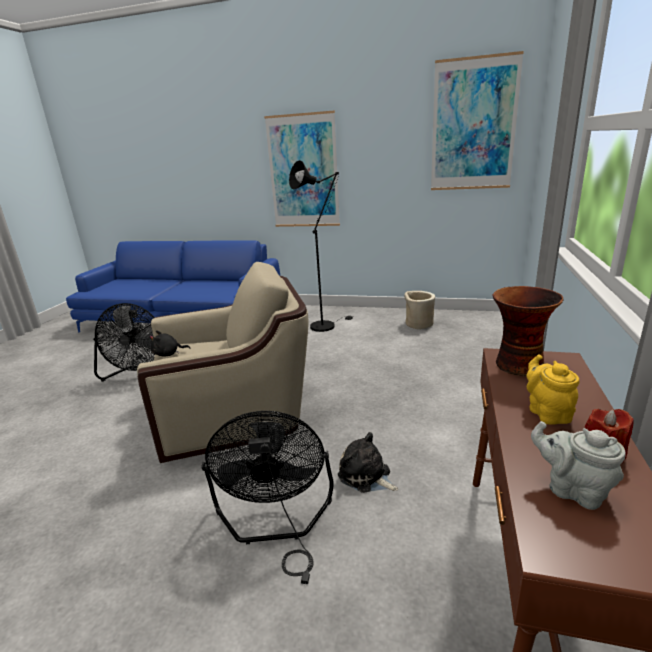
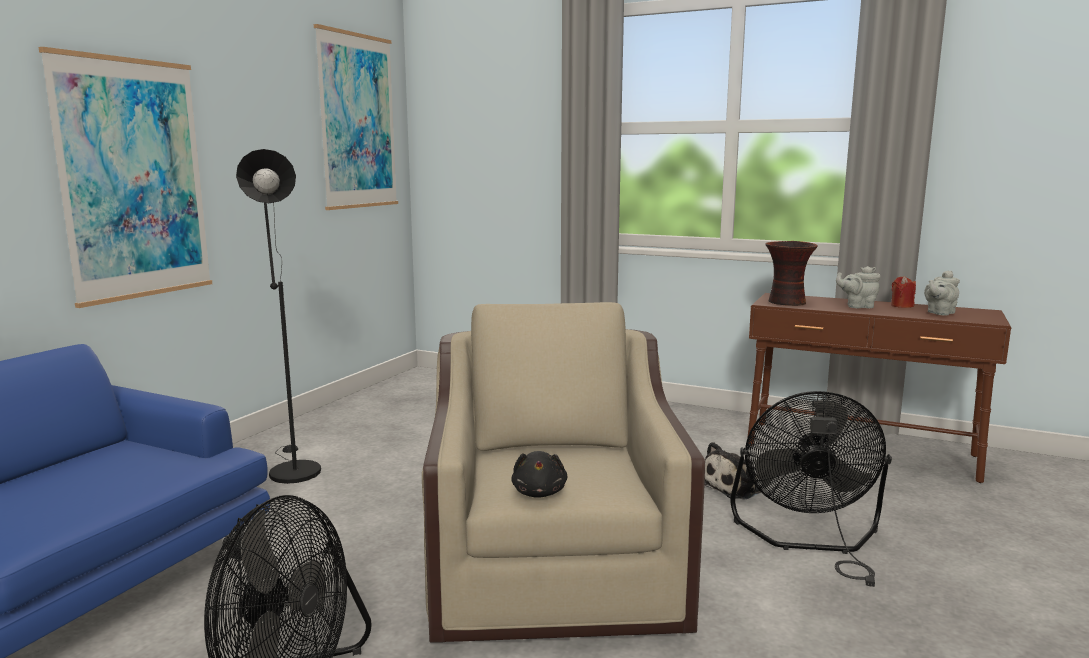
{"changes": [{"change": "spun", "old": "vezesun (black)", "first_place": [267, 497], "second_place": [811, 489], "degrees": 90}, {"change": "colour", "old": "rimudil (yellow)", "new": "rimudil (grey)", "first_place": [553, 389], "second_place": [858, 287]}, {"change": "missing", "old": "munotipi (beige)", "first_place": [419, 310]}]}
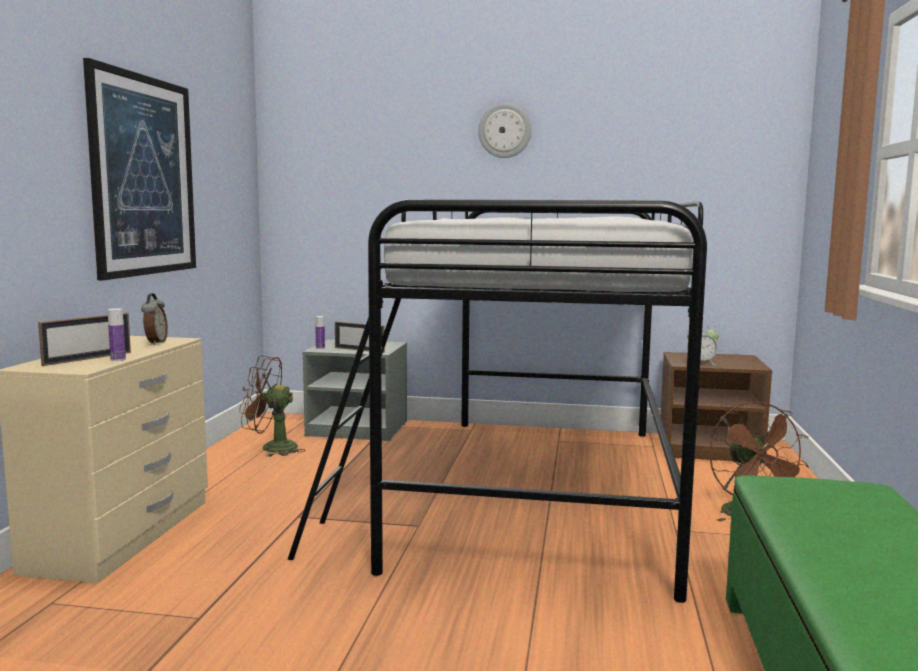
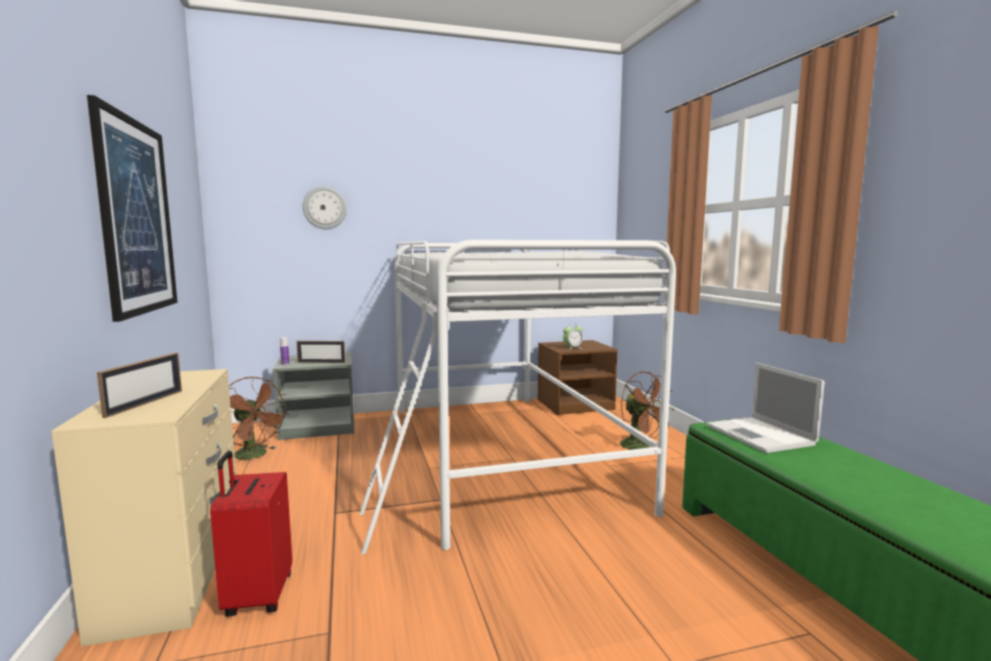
{"changes": [{"change": "appeared", "new": "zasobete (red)", "second_place": [251, 534]}, {"change": "spun", "old": "vezesun (brown)", "first_place": [272, 406], "second_place": [259, 420], "degrees": -120}, {"change": "relocated", "old": "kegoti", "first_place": [505, 130], "second_place": [325, 207]}, {"change": "colour", "old": "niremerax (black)", "new": "niremerax (white)", "first_place": [497, 401], "second_place": [517, 397]}, {"change": "appeared", "new": "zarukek", "second_place": [765, 408]}, {"change": "missing", "old": "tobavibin", "first_place": [117, 334]}, {"change": "missing", "old": "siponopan", "first_place": [154, 319]}]}
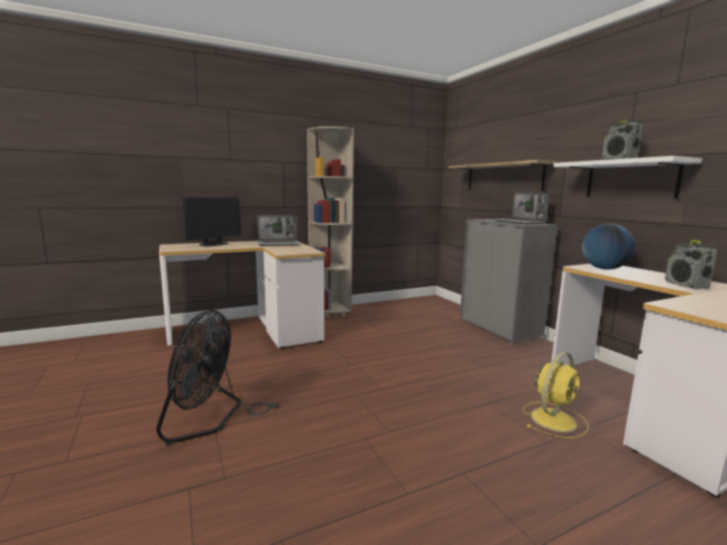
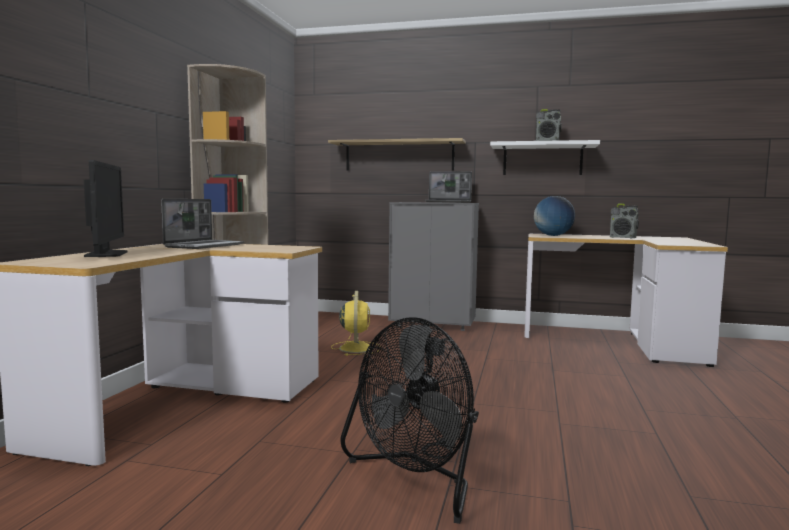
{"changes": [{"change": "relocated", "old": "vezesun (yellow)", "first_place": [556, 395], "second_place": [356, 323]}]}
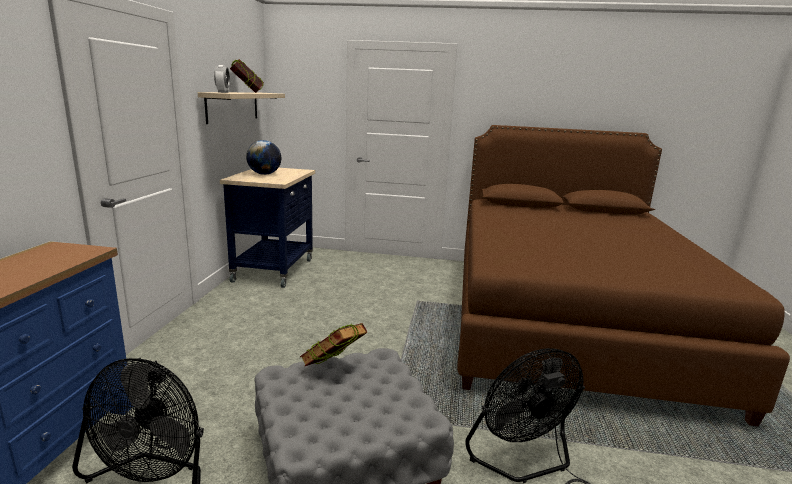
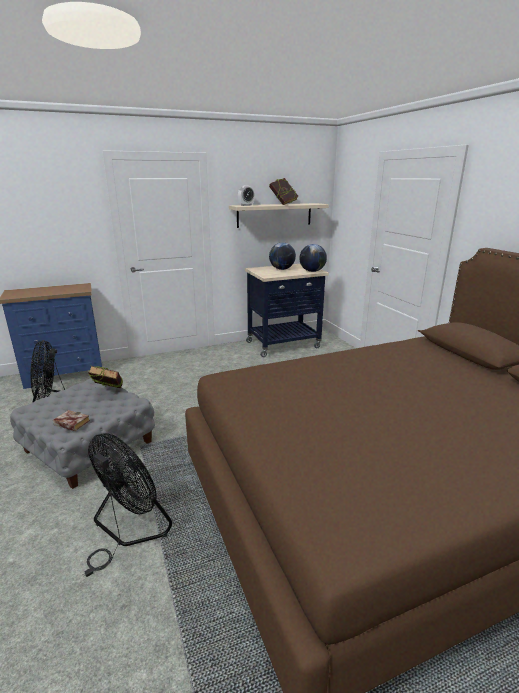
{"changes": [{"change": "appeared", "new": "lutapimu", "second_place": [71, 420]}, {"change": "appeared", "new": "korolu", "second_place": [313, 258]}]}
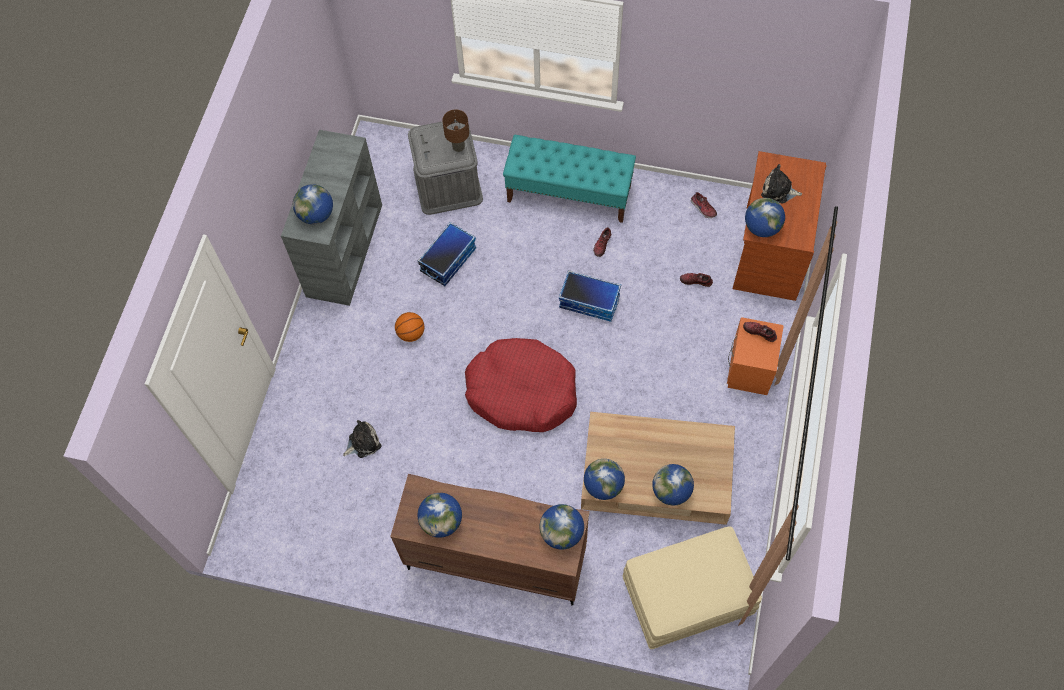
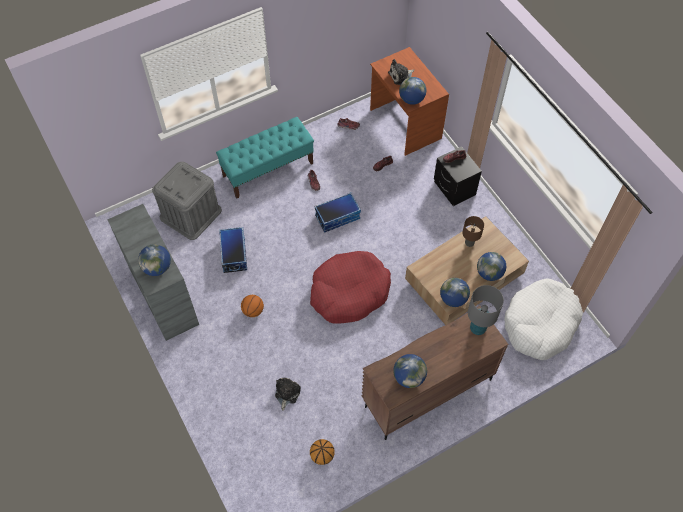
{"changes": [{"change": "appeared", "new": "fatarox", "second_place": [322, 452]}, {"change": "colour", "old": "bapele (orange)", "new": "bapele (black)", "first_place": [755, 356], "second_place": [458, 176]}, {"change": "relocated", "old": "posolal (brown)", "first_place": [455, 130], "second_place": [473, 231]}, {"change": "exchanged", "old": "korolu", "new": "posolal (grey)", "first_place": [562, 527], "second_place": [486, 310]}, {"change": "exchanged", "old": "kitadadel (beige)", "new": "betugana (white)", "first_place": [692, 587], "second_place": [543, 319]}]}
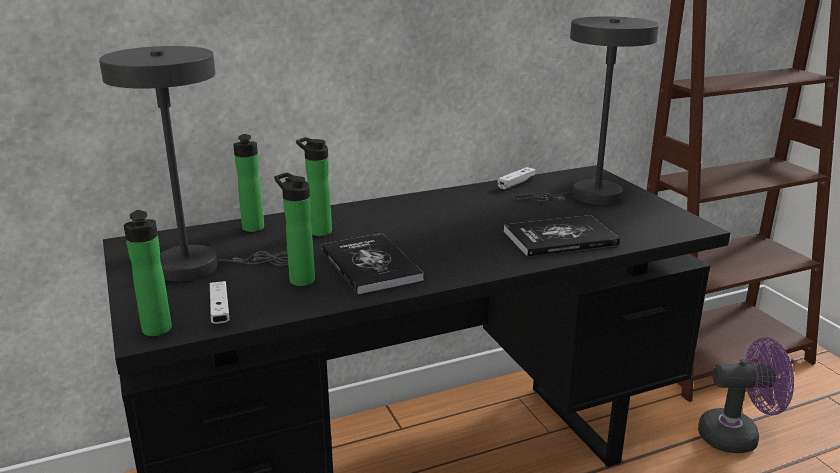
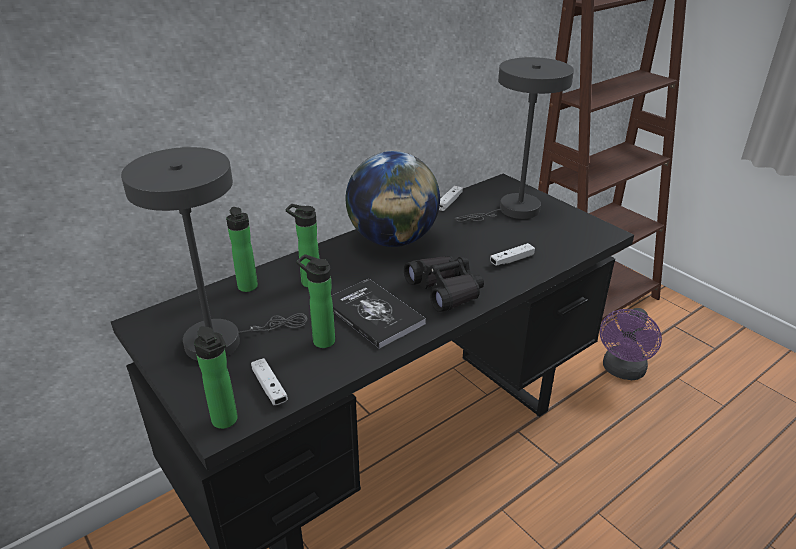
{"changes": [{"change": "appeared", "new": "korolu", "second_place": [393, 199]}, {"change": "appeared", "new": "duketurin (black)", "second_place": [444, 284]}, {"change": "exchanged", "old": "lutapimu", "new": "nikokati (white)", "first_place": [562, 236], "second_place": [512, 254]}, {"change": "spun", "old": "vezesun (purple)", "first_place": [746, 395], "second_place": [631, 344], "degrees": 135}]}
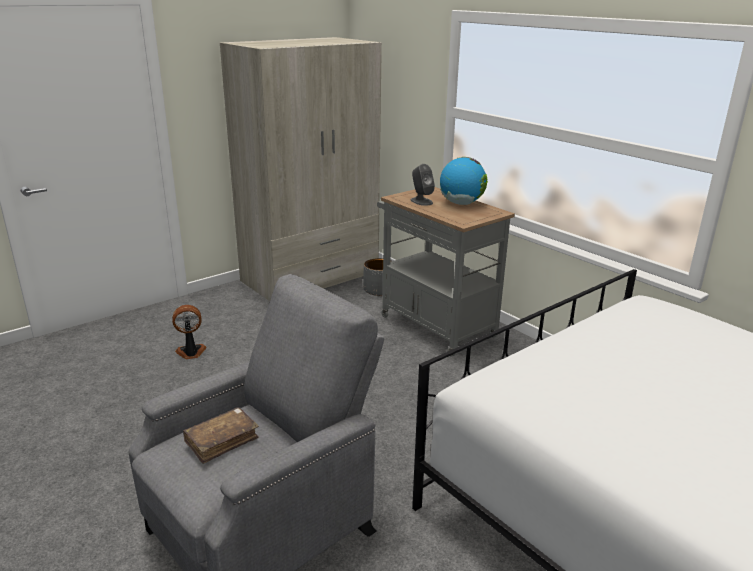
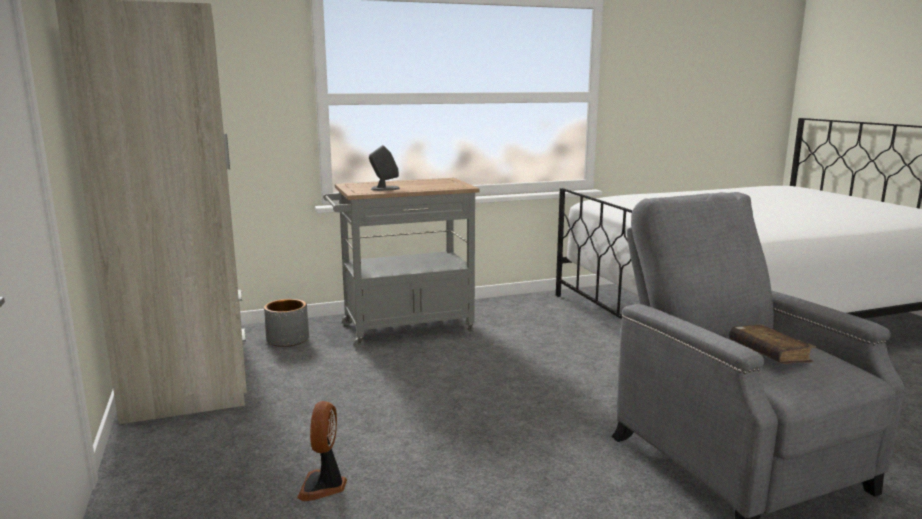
{"changes": [{"change": "missing", "old": "korolu", "first_place": [464, 181]}]}
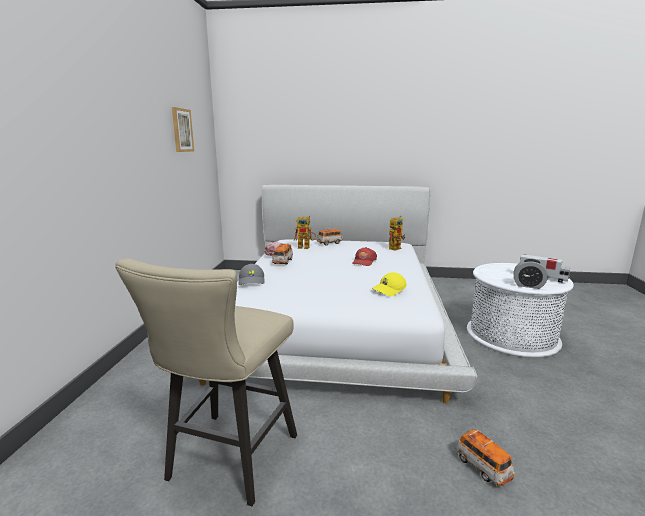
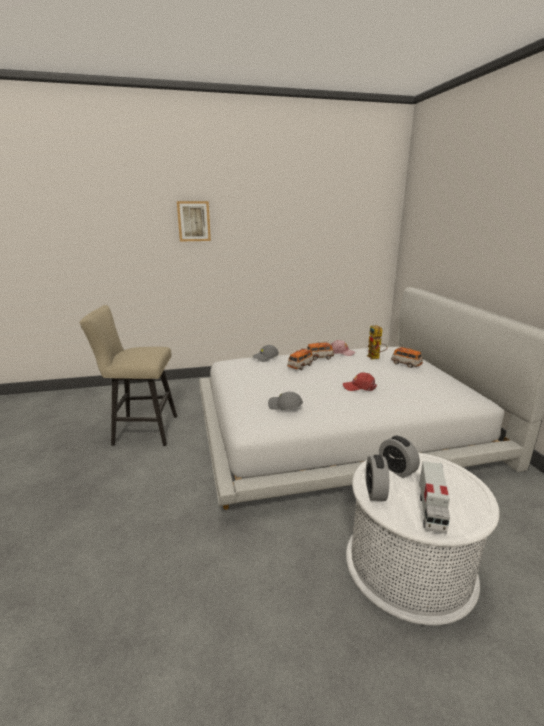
{"changes": [{"change": "relocated", "old": "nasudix", "first_place": [183, 129], "second_place": [194, 221]}, {"change": "colour", "old": "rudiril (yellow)", "new": "rudiril (grey)", "first_place": [389, 284], "second_place": [285, 401]}, {"change": "relocated", "old": "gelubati", "first_place": [485, 457], "second_place": [300, 359]}, {"change": "appeared", "new": "siponopan", "second_place": [399, 456]}, {"change": "missing", "old": "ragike", "first_place": [397, 233]}]}
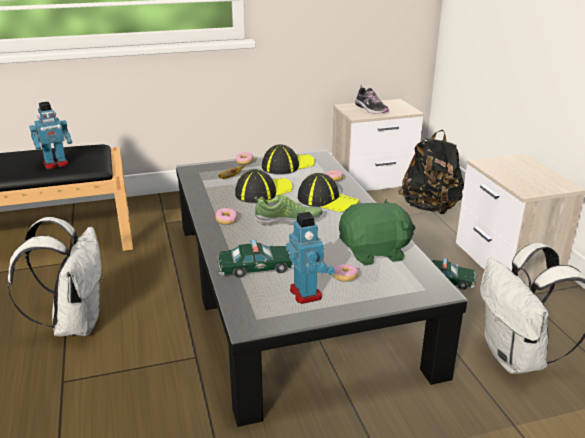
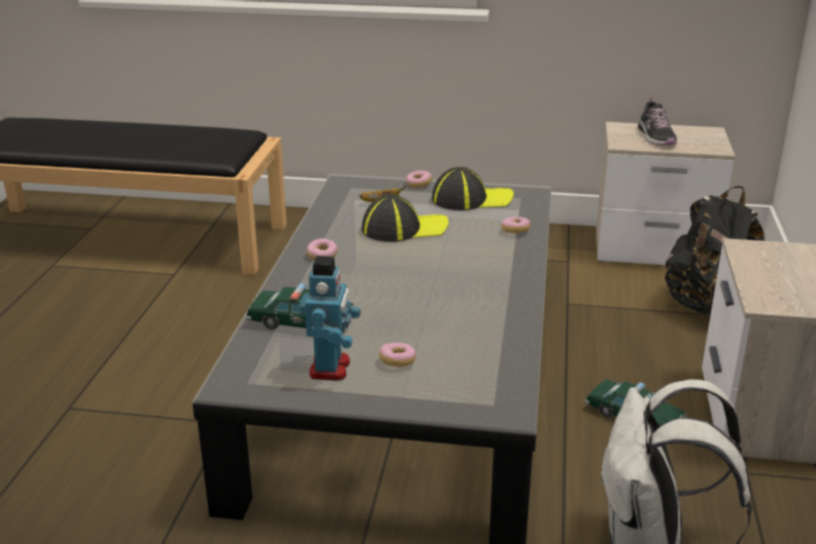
{"changes": [{"change": "missing", "old": "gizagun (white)", "first_place": [55, 276]}, {"change": "missing", "old": "ragike", "first_place": [50, 135]}, {"change": "missing", "old": "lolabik", "first_place": [288, 210]}, {"change": "missing", "old": "rudiril", "first_place": [328, 192]}, {"change": "missing", "old": "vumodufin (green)", "first_place": [377, 231]}]}
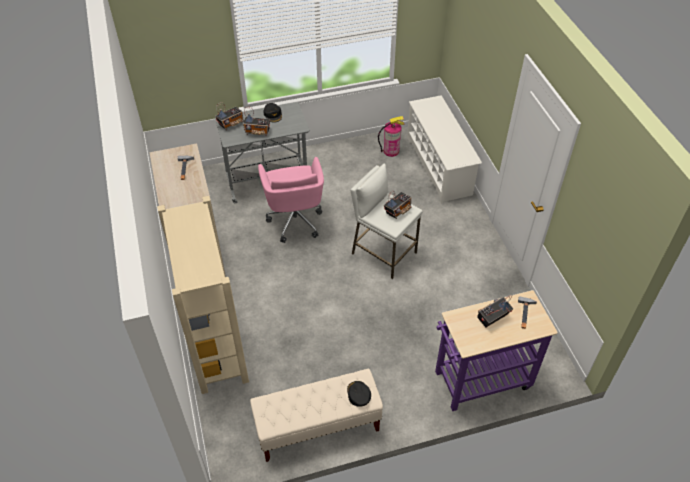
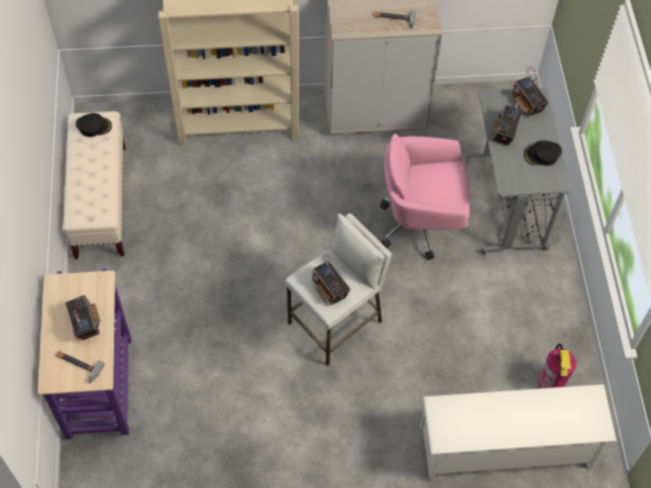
{"changes": [{"change": "relocated", "old": "rudiril (black)", "first_place": [359, 394], "second_place": [94, 125]}]}
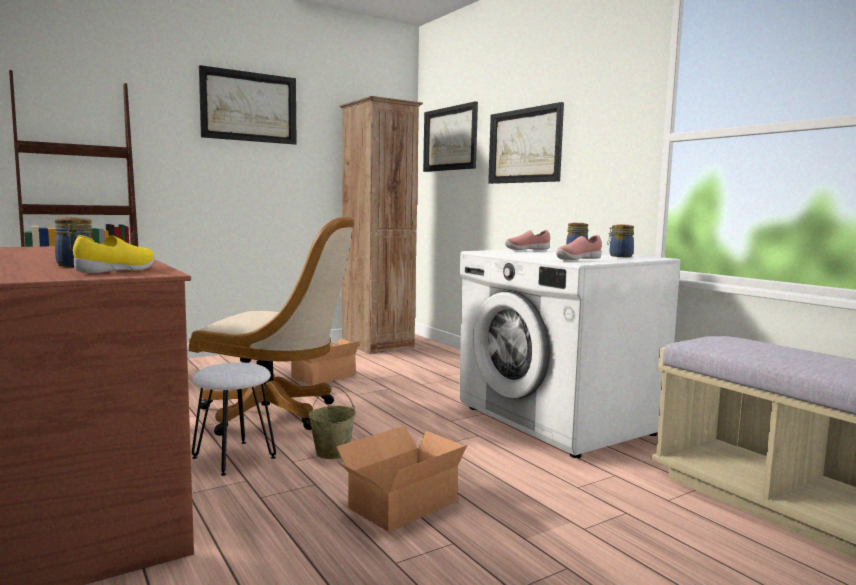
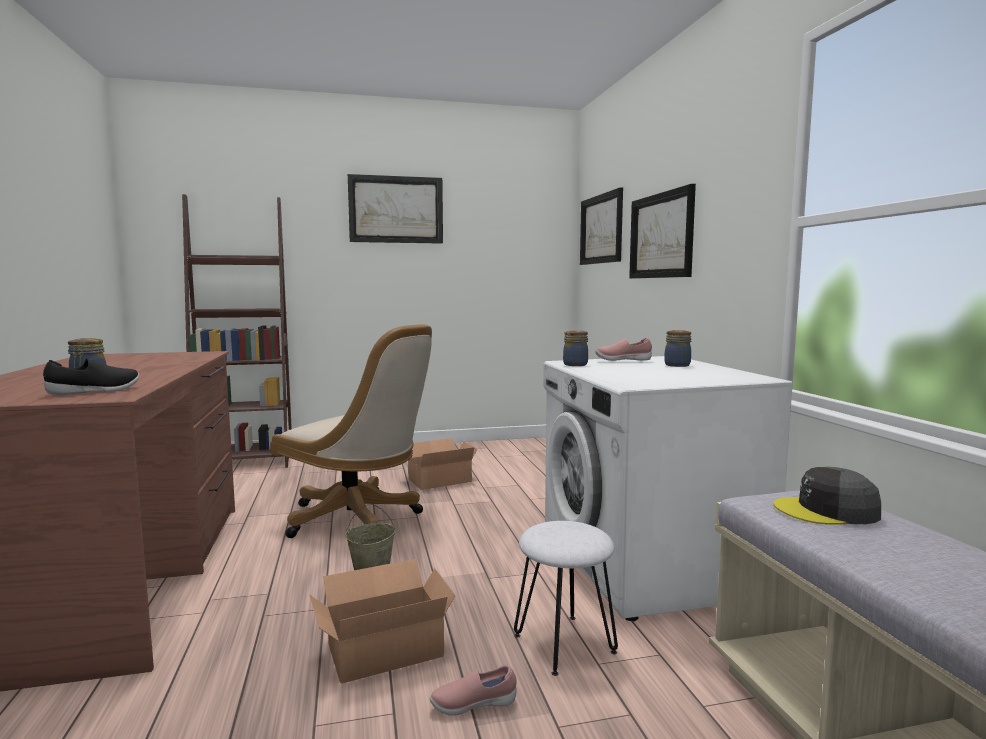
{"changes": [{"change": "colour", "old": "lolabik (yellow)", "new": "lolabik (black)", "first_place": [114, 254], "second_place": [91, 377]}, {"change": "relocated", "old": "lolabik (pink)", "first_place": [579, 247], "second_place": [473, 690]}, {"change": "relocated", "old": "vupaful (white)", "first_place": [234, 419], "second_place": [566, 598]}, {"change": "relocated", "old": "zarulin", "first_place": [620, 241], "second_place": [575, 348]}, {"change": "appeared", "new": "rudiril (grey)", "second_place": [827, 495]}, {"change": "missing", "old": "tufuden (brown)", "first_place": [381, 225]}]}
